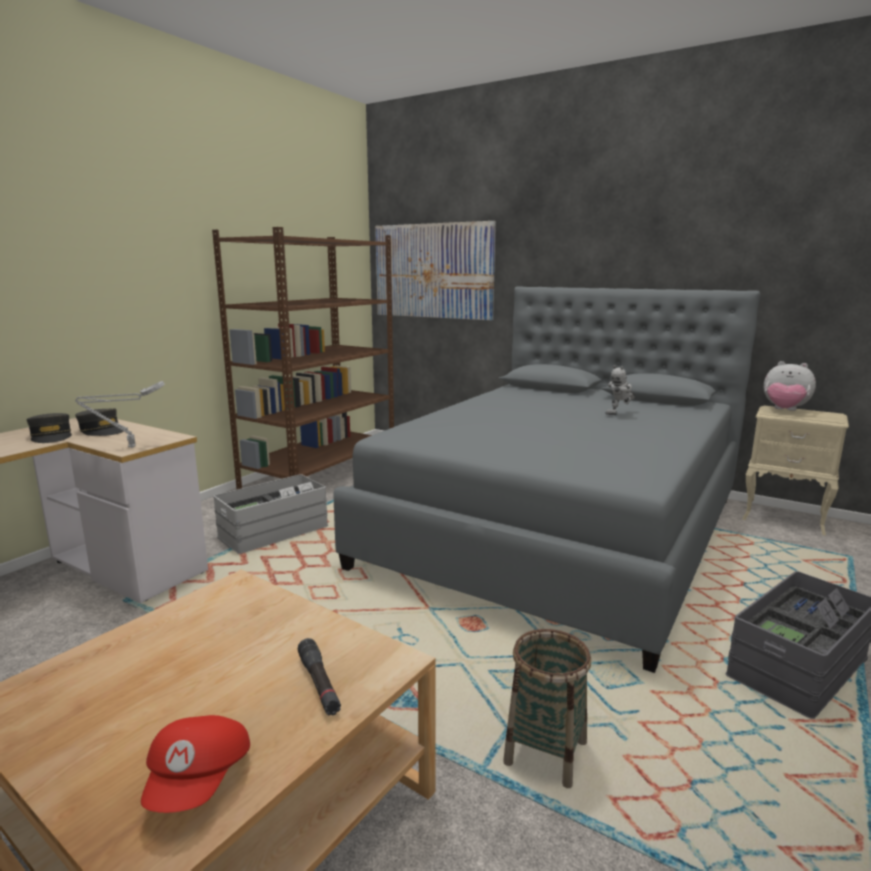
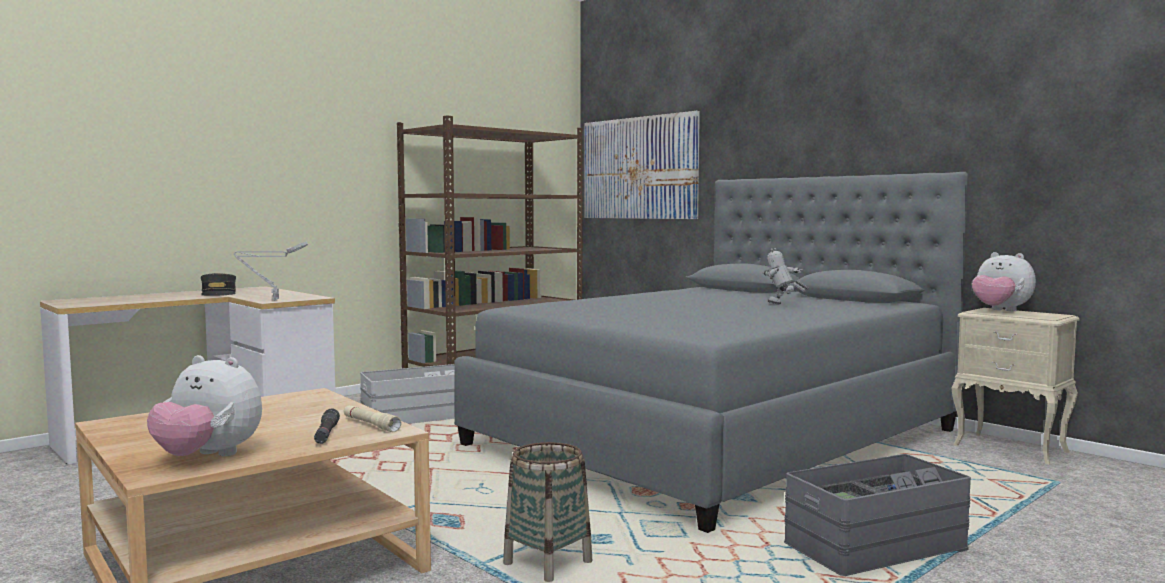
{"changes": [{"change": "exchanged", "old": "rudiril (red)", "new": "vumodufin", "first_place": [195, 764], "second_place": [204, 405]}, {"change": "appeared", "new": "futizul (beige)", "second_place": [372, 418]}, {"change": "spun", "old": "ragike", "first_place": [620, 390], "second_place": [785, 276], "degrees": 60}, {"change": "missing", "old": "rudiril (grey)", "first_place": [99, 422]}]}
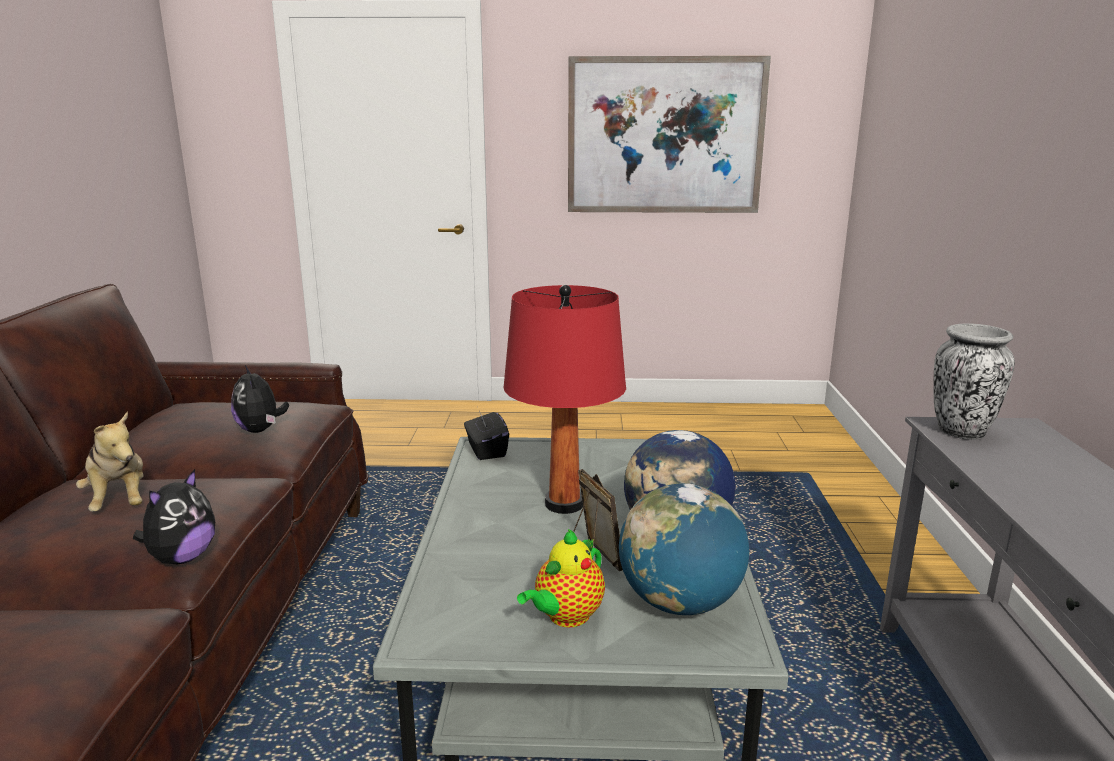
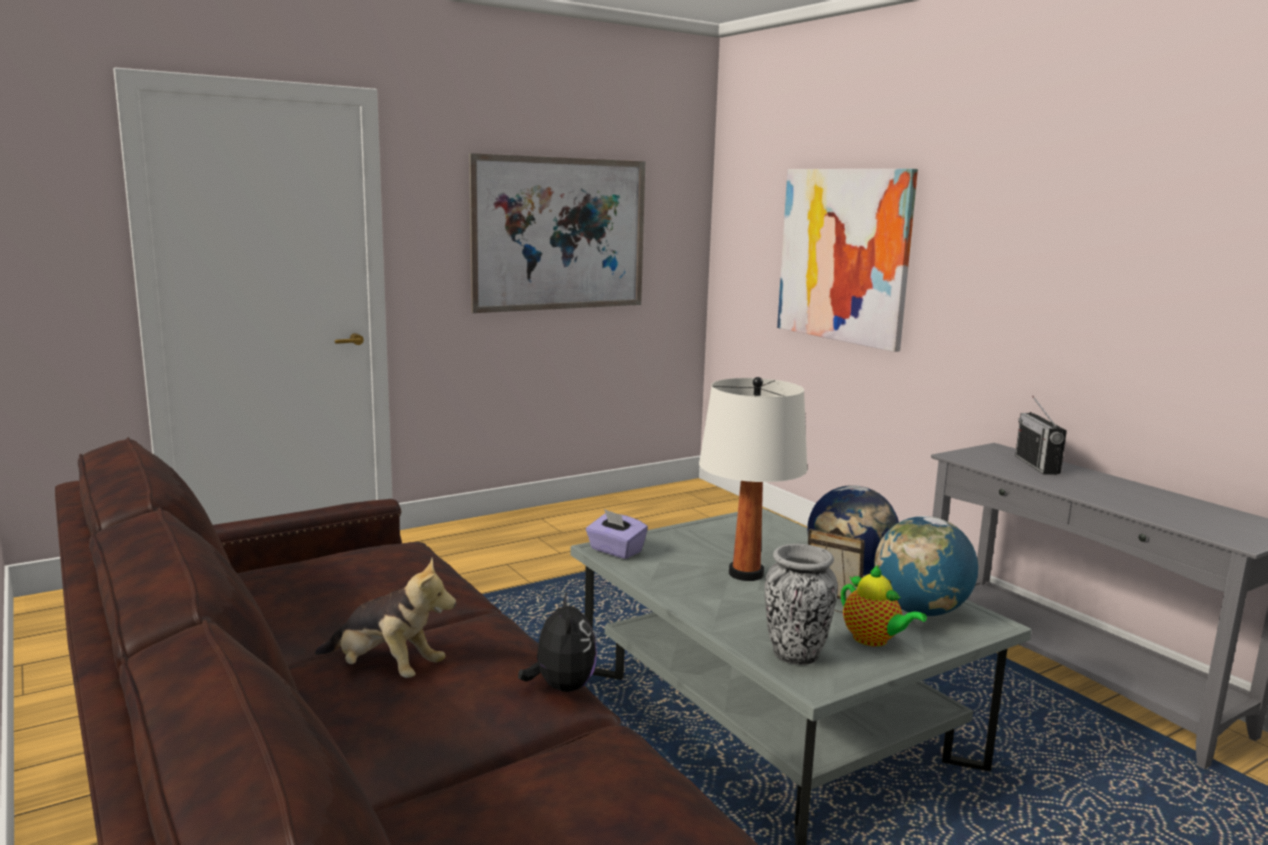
{"changes": [{"change": "colour", "old": "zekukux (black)", "new": "zekukux (purple)", "first_place": [486, 435], "second_place": [617, 534]}, {"change": "colour", "old": "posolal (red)", "new": "posolal (white)", "first_place": [564, 399], "second_place": [753, 479]}, {"change": "relocated", "old": "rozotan", "first_place": [974, 381], "second_place": [801, 604]}, {"change": "appeared", "new": "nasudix", "second_place": [847, 260]}, {"change": "spun", "old": "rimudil", "first_place": [561, 578], "second_place": [884, 606], "degrees": -45}, {"change": "appeared", "new": "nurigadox", "second_place": [1041, 435]}, {"change": "missing", "old": "vumodufin", "first_place": [260, 399]}]}
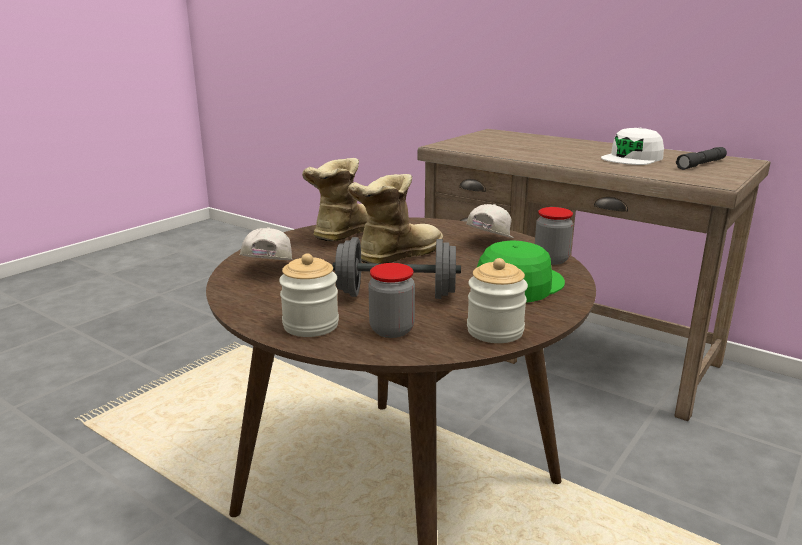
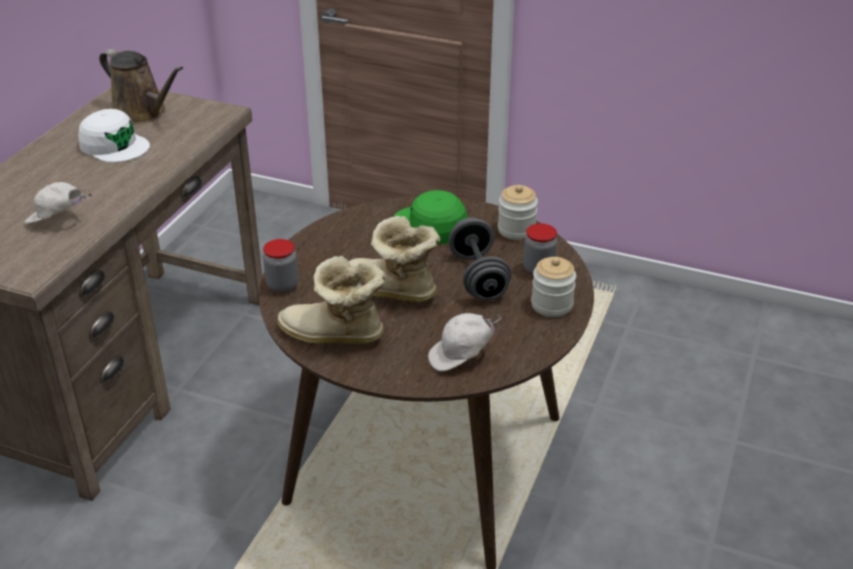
{"changes": [{"change": "relocated", "old": "rudiril (white)", "first_place": [490, 221], "second_place": [58, 203]}, {"change": "exchanged", "old": "futizul (grey)", "new": "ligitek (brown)", "first_place": [701, 158], "second_place": [141, 86]}, {"change": "relocated", "old": "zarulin", "first_place": [554, 236], "second_place": [280, 266]}]}
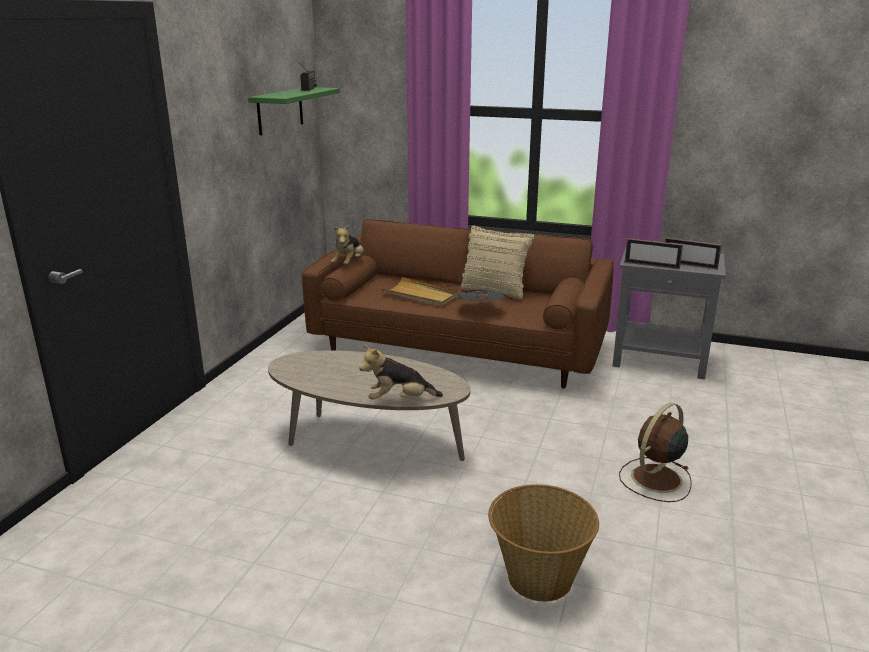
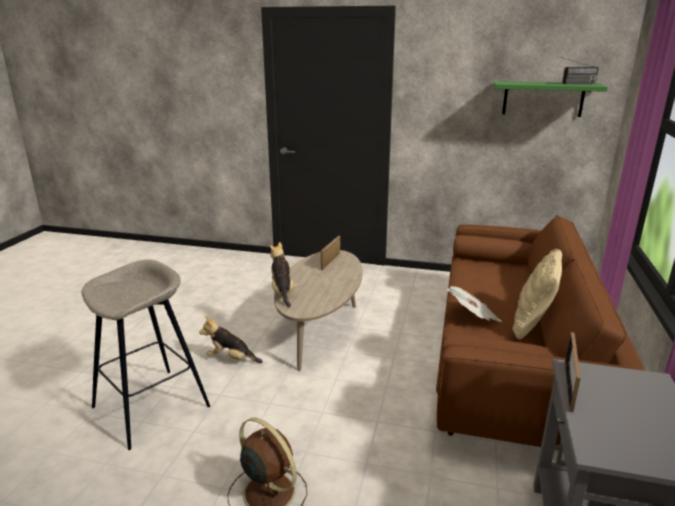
{"changes": [{"change": "exchanged", "old": "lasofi", "new": "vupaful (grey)", "first_place": [543, 543], "second_place": [145, 354]}, {"change": "relocated", "old": "vumodufin", "first_place": [347, 245], "second_place": [231, 339]}, {"change": "relocated", "old": "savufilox", "first_place": [693, 254], "second_place": [330, 253]}, {"change": "missing", "old": "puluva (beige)", "first_place": [420, 292]}]}
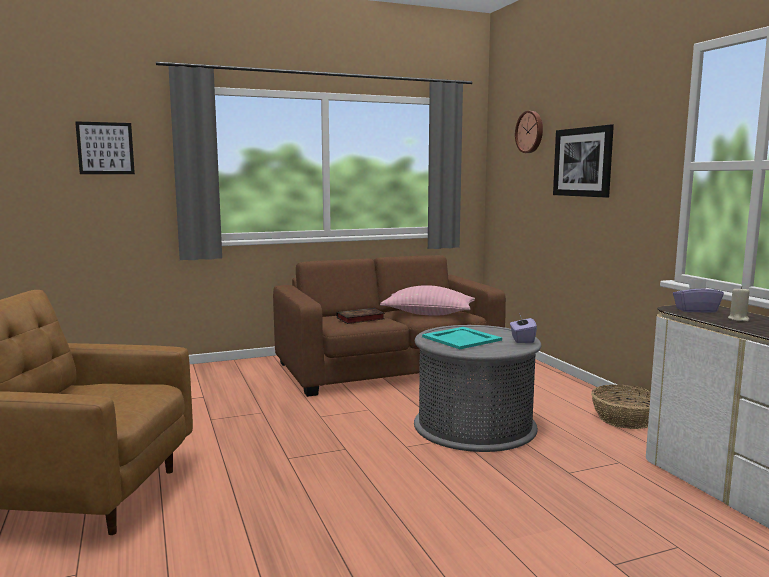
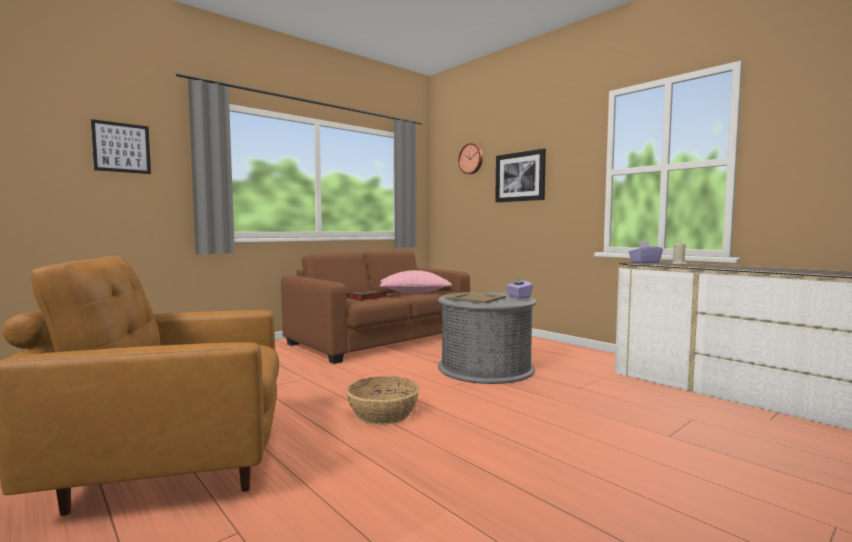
{"changes": [{"change": "relocated", "old": "lasofi", "first_place": [621, 407], "second_place": [383, 400]}, {"change": "colour", "old": "puluva (turquoise)", "new": "puluva (beige)", "first_place": [462, 338], "second_place": [476, 298]}]}
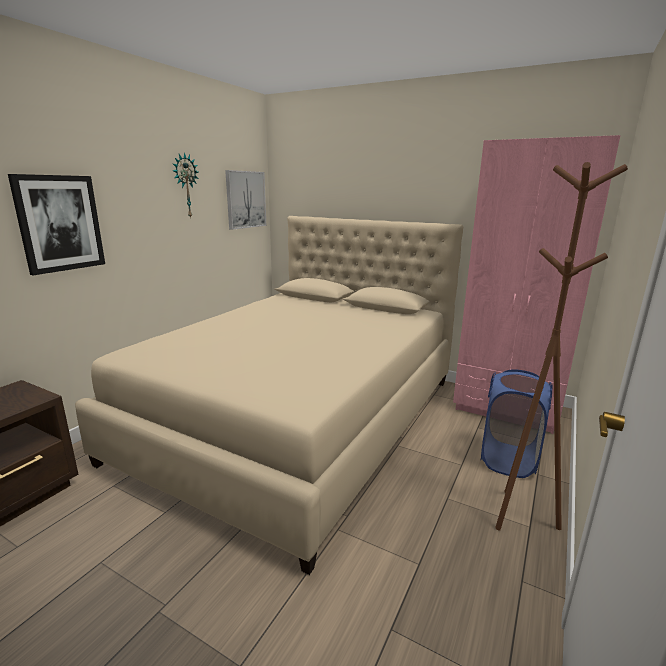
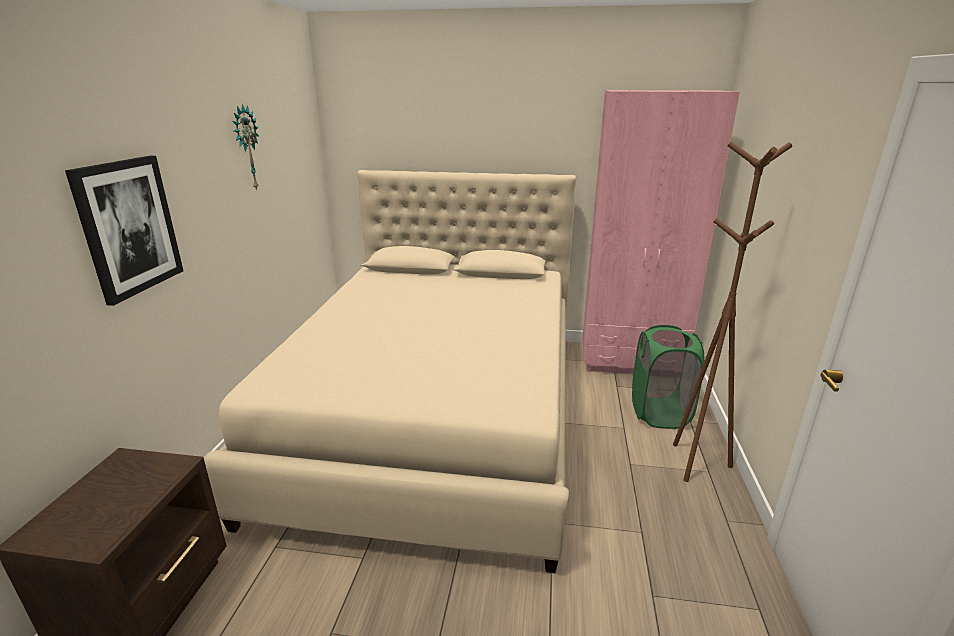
{"changes": [{"change": "colour", "old": "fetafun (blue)", "new": "fetafun (green)", "first_place": [516, 423], "second_place": [668, 377]}, {"change": "missing", "old": "nasudix", "first_place": [245, 200]}]}
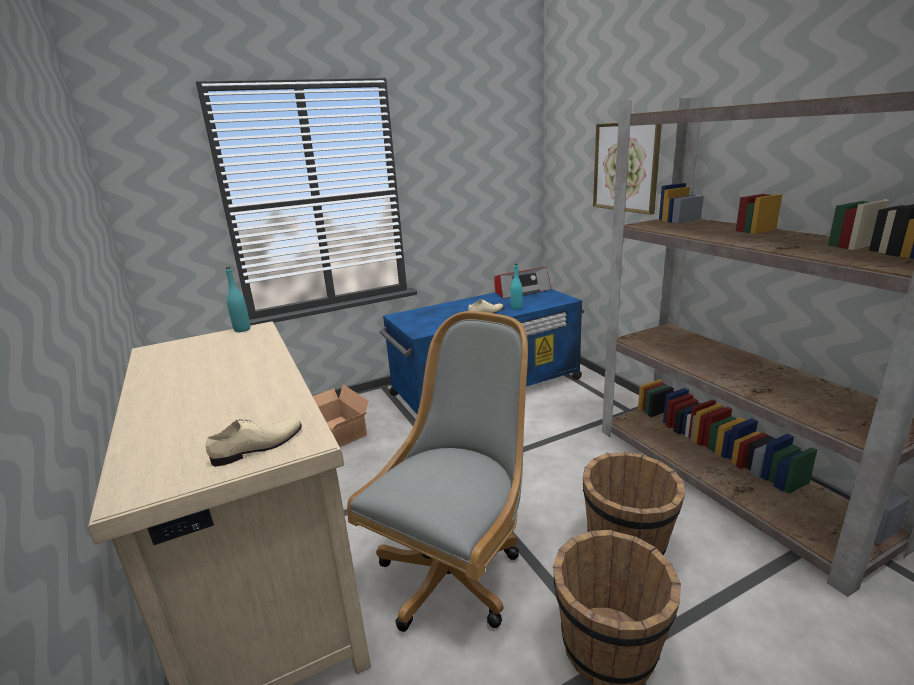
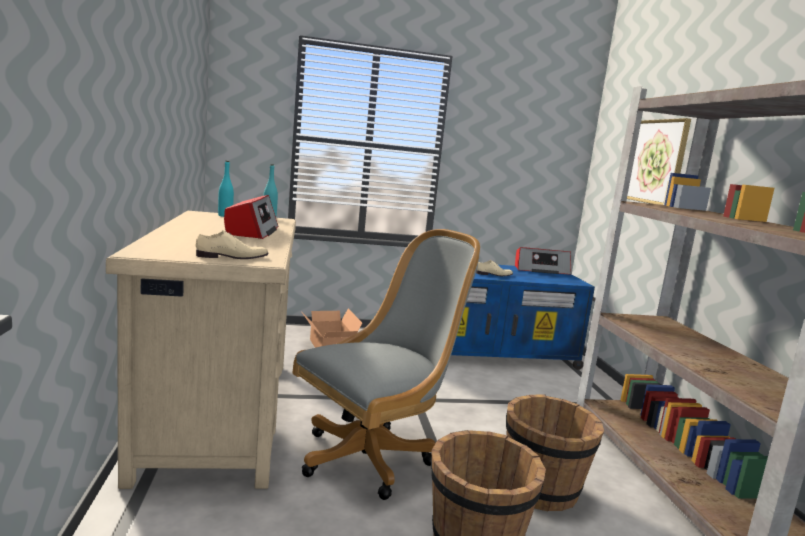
{"changes": [{"change": "relocated", "old": "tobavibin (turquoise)", "first_place": [516, 287], "second_place": [226, 189]}, {"change": "appeared", "new": "nurigadox", "second_place": [251, 217]}]}
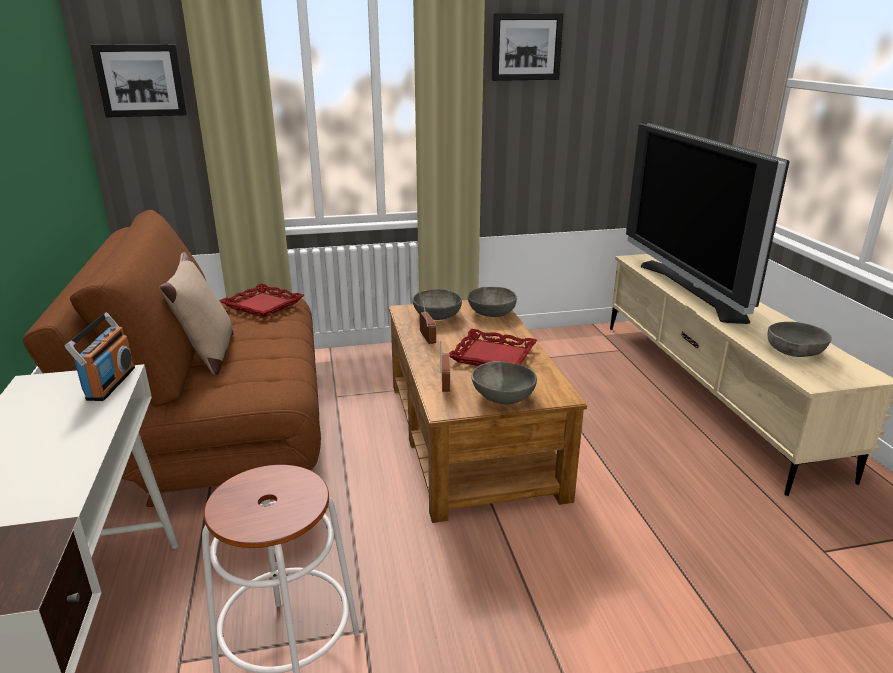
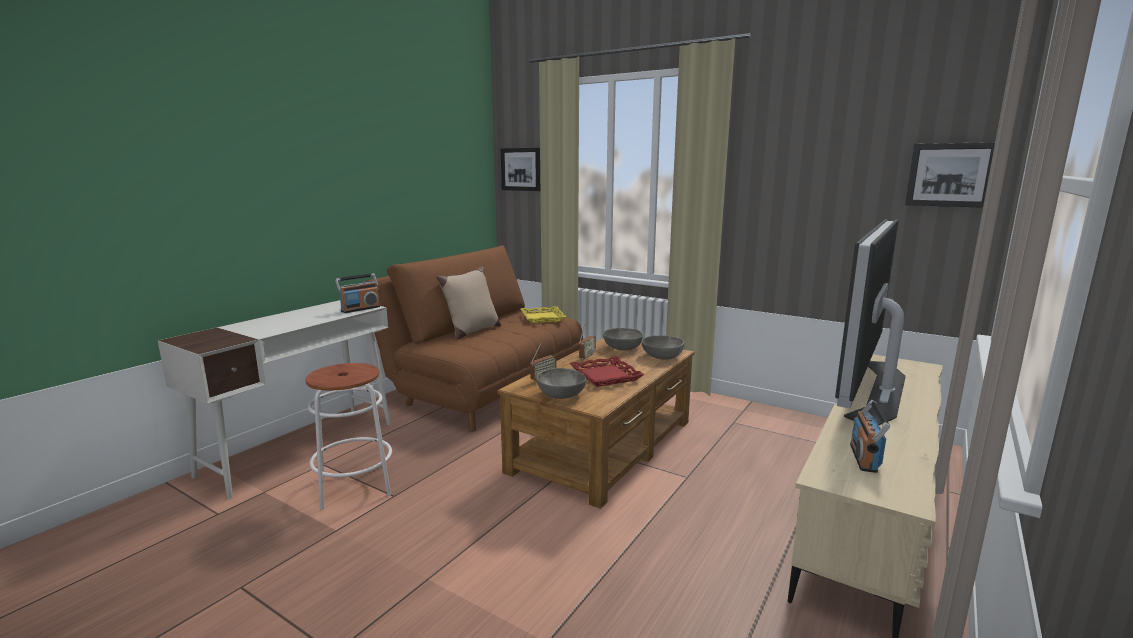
{"changes": [{"change": "colour", "old": "puluva (red)", "new": "puluva (yellow)", "first_place": [262, 300], "second_place": [543, 314]}, {"change": "exchanged", "old": "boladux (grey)", "new": "nurigadox", "first_place": [800, 339], "second_place": [870, 436]}, {"change": "relocated", "old": "nasudix", "first_place": [527, 47], "second_place": [950, 175]}]}
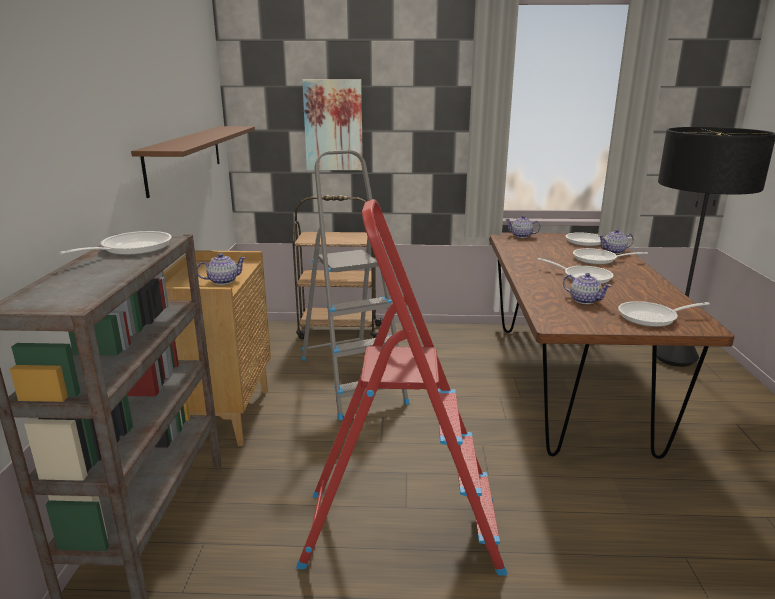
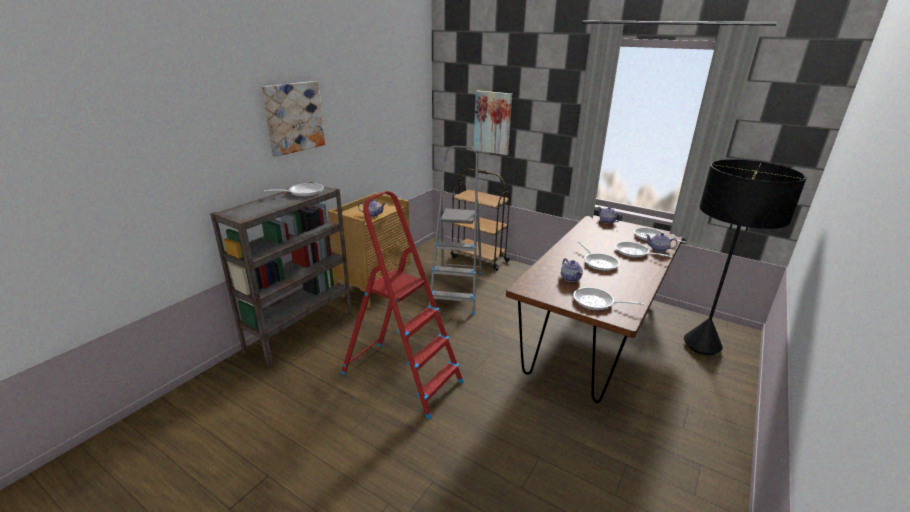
{"changes": [{"change": "appeared", "new": "nasudix", "second_place": [293, 119]}, {"change": "missing", "old": "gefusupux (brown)", "first_place": [193, 162]}]}
